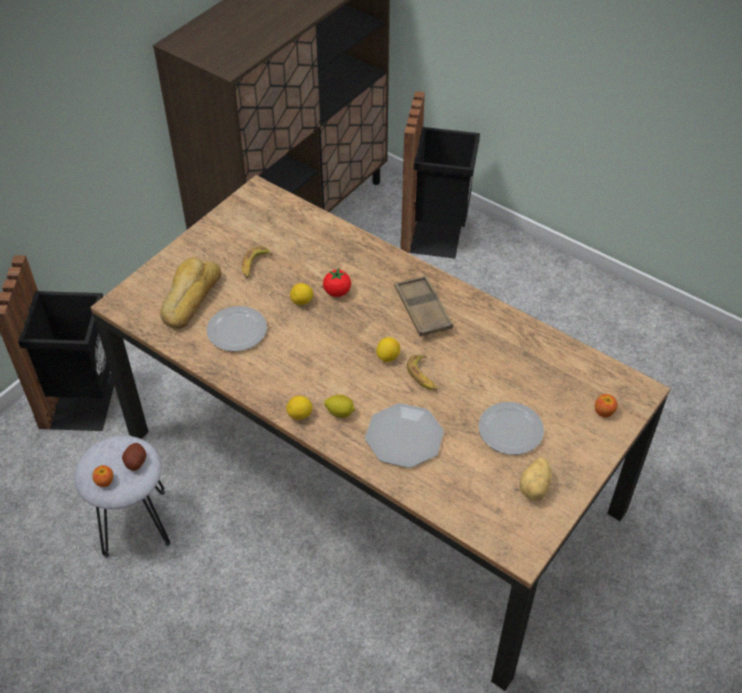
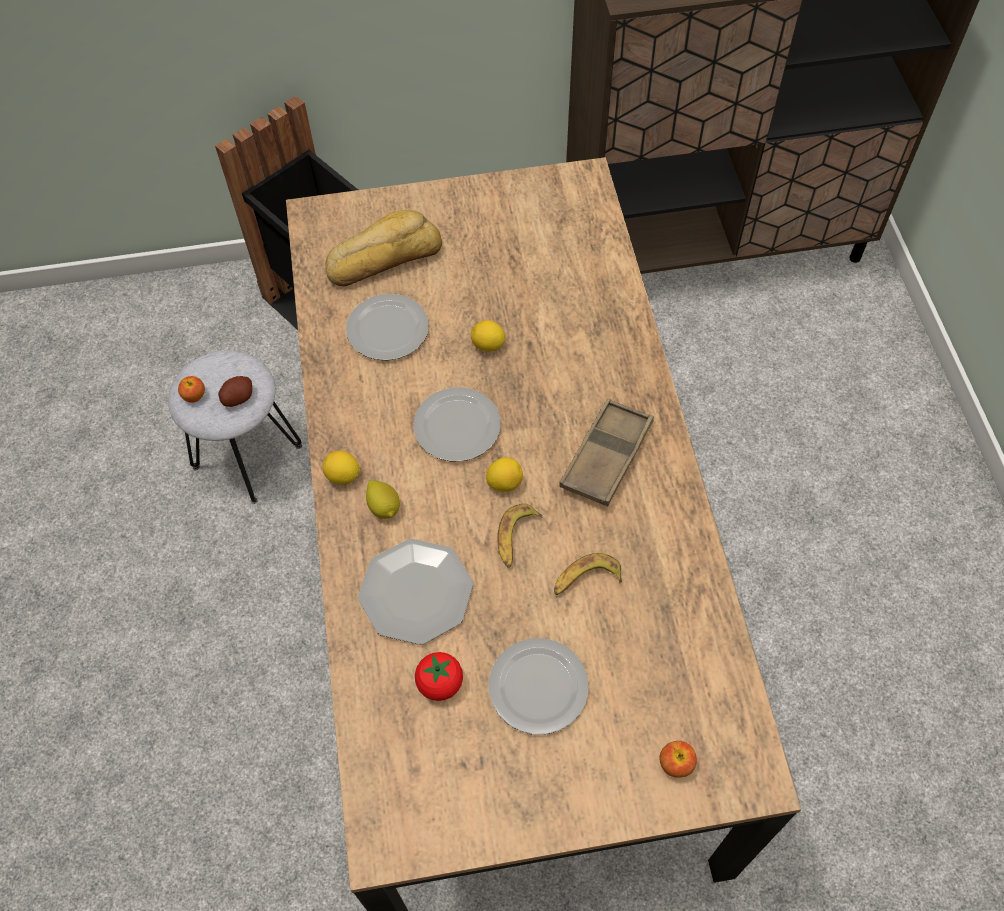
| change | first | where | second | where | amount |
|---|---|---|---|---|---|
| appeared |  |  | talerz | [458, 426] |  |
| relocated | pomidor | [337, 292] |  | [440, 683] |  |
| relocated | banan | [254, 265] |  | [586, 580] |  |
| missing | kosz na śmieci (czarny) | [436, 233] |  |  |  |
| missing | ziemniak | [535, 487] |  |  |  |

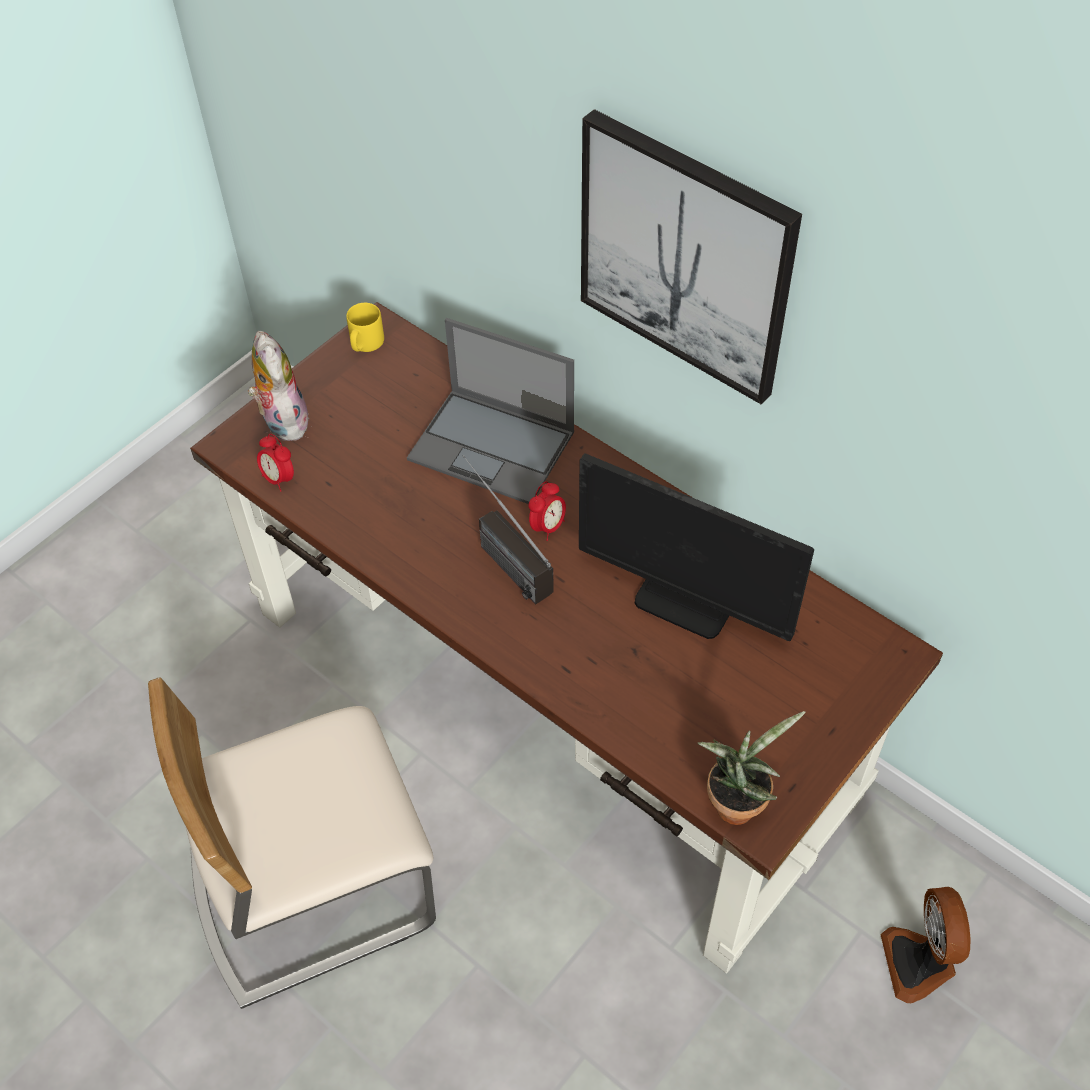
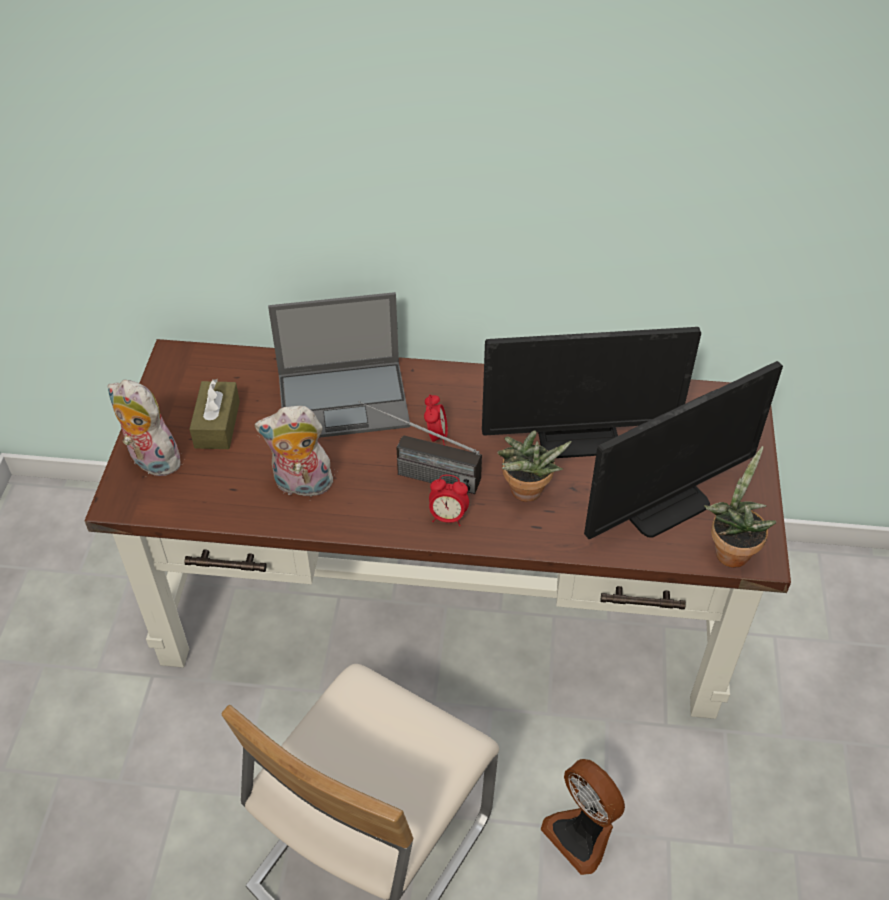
| change | first | where | second | where | amount |
|---|---|---|---|---|---|
| appeared |  |  | pudełko chusteczek (brązowy) | [217, 424] |  |
| appeared |  |  | pluszak | [301, 486] |  |
| relocated | budzik | [279, 479] |  | [448, 517] |  |
| appeared |  |  | roślina doniczkowa | [526, 494] |  |
| relocated | wentylator | [919, 963] |  | [582, 834] |  |
| appeared |  |  | monitor | [664, 504] |  |
| missing | kubek (żółty) | [365, 344] |  |  |  |
| missing | obraz | [685, 257] |  |  |  |

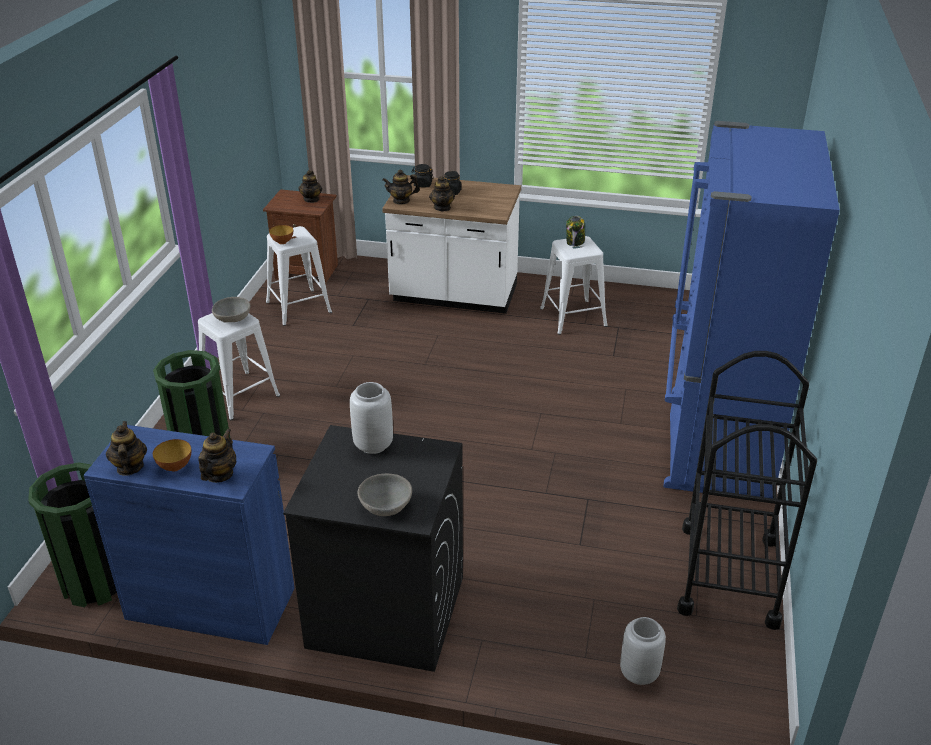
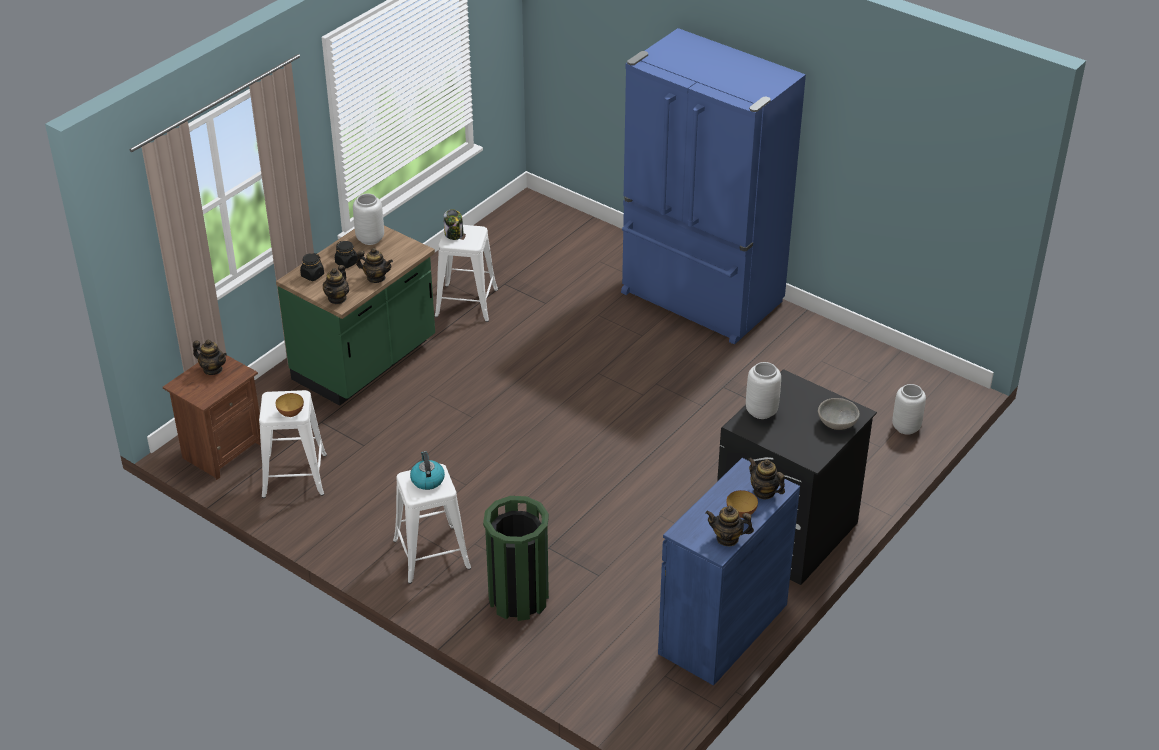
| change | first | where | second | where | amount |
|---|---|---|---|---|---|
| colour | zabudowa kuchenna (biały) | [454, 296] | zabudowa kuchenna (zielony) | [366, 362] |  |
| appeared |  |  | wazon (szary) | [370, 238] |  |
| exchanged | miska (szary) | [232, 319] | czajnik | [427, 480] |  |
| missing | kosz na śmieci (zielony) | [96, 581] |  |  |  |
| missing | wózek (czarny) | [729, 575] |  |  |  |

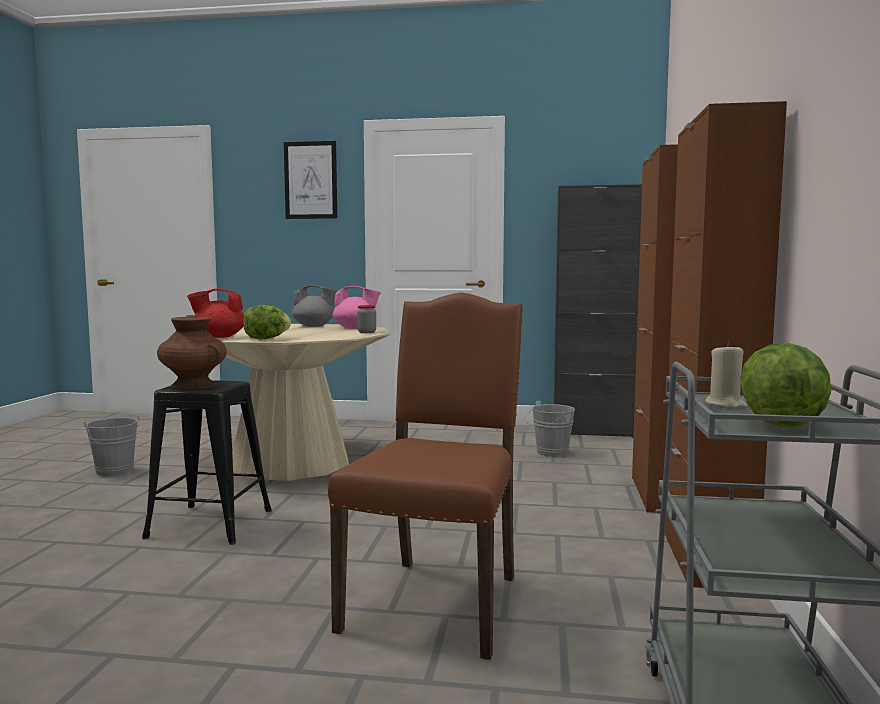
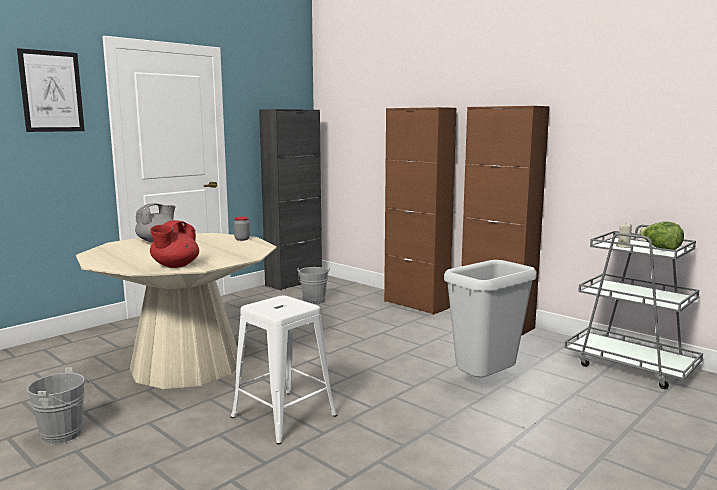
| change | first | where | second | where | amount |
|---|---|---|---|---|---|
| colour | stołek (czarny) | [210, 523] | stołek (biały) | [283, 416] |  |
| exchanged | krzesło (brązowy) | [437, 601] | kosz na śmieci (szary) | [485, 382] |  |
| missing | wazon (brązowy) | [193, 385] |  |  |  |
| missing | sałata | [266, 339] |  |  |  |
| missing | imbryk (różowy) | [355, 328] |  |  |  |

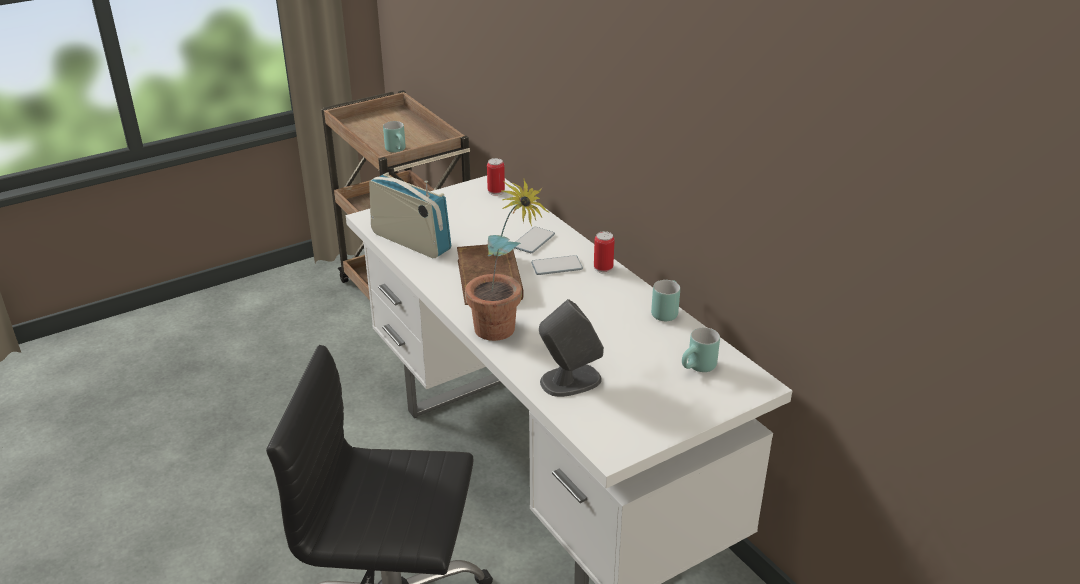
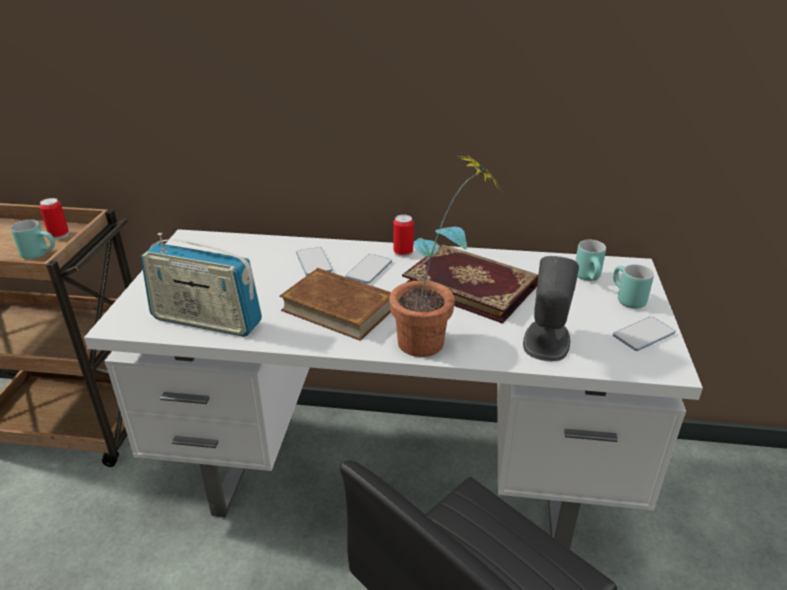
| change | first | where | second | where | amount |
|---|---|---|---|---|---|
| relocated | puszka | [496, 191] |  | [59, 235] |  |
| spun | radio | [411, 242] |  | [206, 321] | 150 degrees counterclockwise |
| appeared |  |  | książka | [471, 285] |  |
| relocated | kubek (turkusowy) | [664, 311] |  | [625, 299] |  |
| appeared |  |  | telefon | [643, 335] |  |

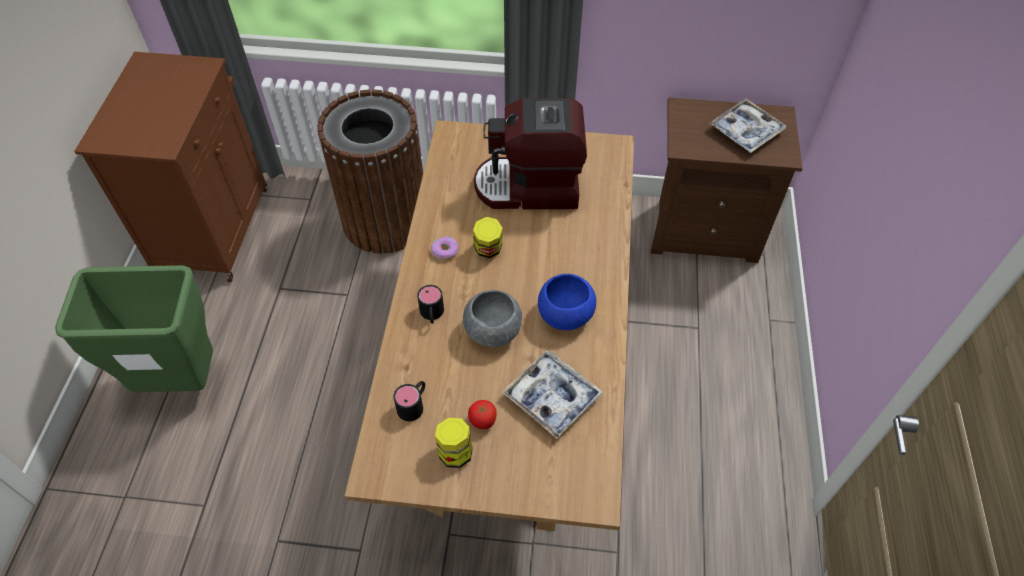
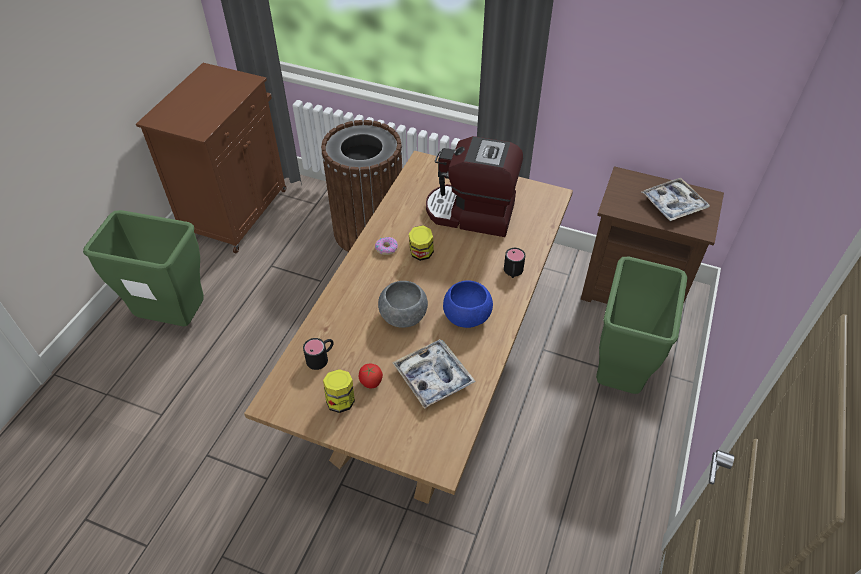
| change | first | where | second | where | amount |
|---|---|---|---|---|---|
| relocated | kubek (czarny) | [432, 314] |  | [513, 272] |  |
| appeared |  |  | kosz na śmieci (zielony) | [618, 377] |  |

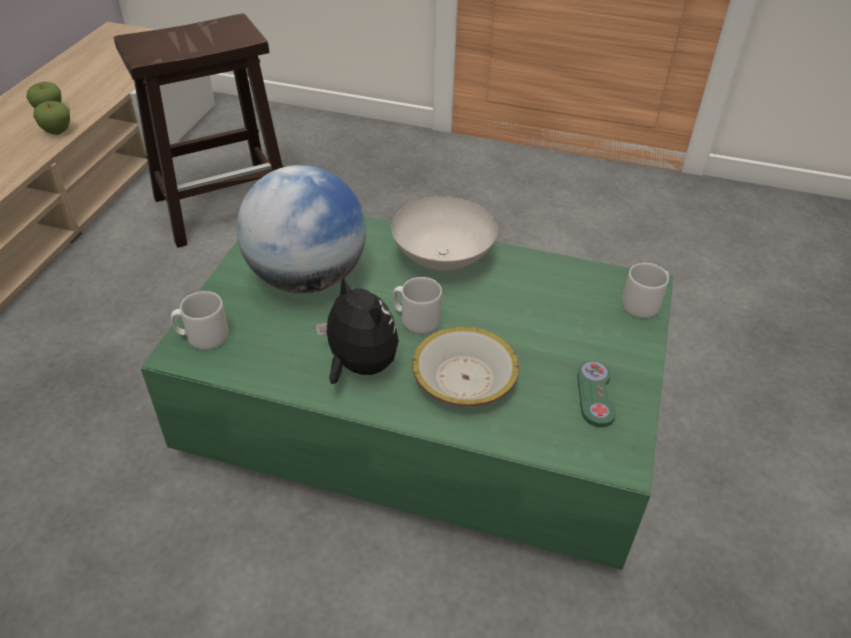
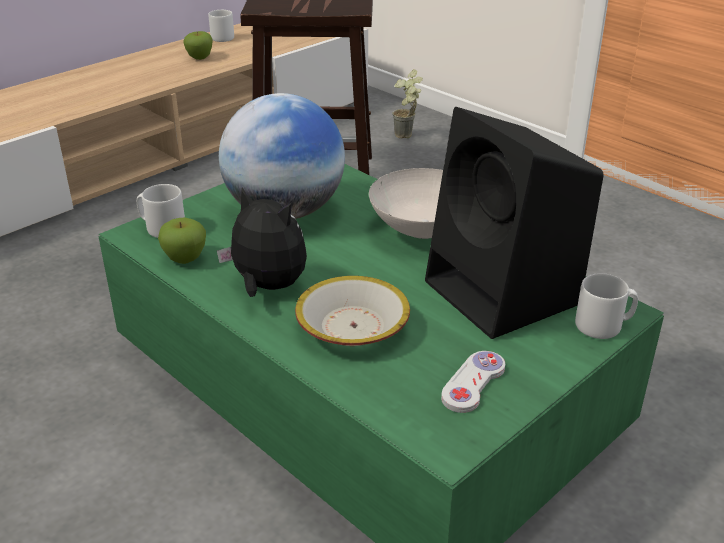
| change | first | where | second | where | amount |
|---|---|---|---|---|---|
| relocated | jabłko | [57, 131] |  | [185, 259] |  |
| relocated | kubek (szary) | [416, 319] |  | [221, 37] |  |
| spun | pluszak | [359, 366] |  | [267, 287] | 45 degrees counterclockwise |
| appeared |  |  | roślina doniczkowa | [407, 137] |  |
| appeared |  |  | głośnik (czarny) | [505, 294] |  |
| colour | pad do gier (zielony) | [595, 395] | pad do gier (biały) | [473, 383] |  |

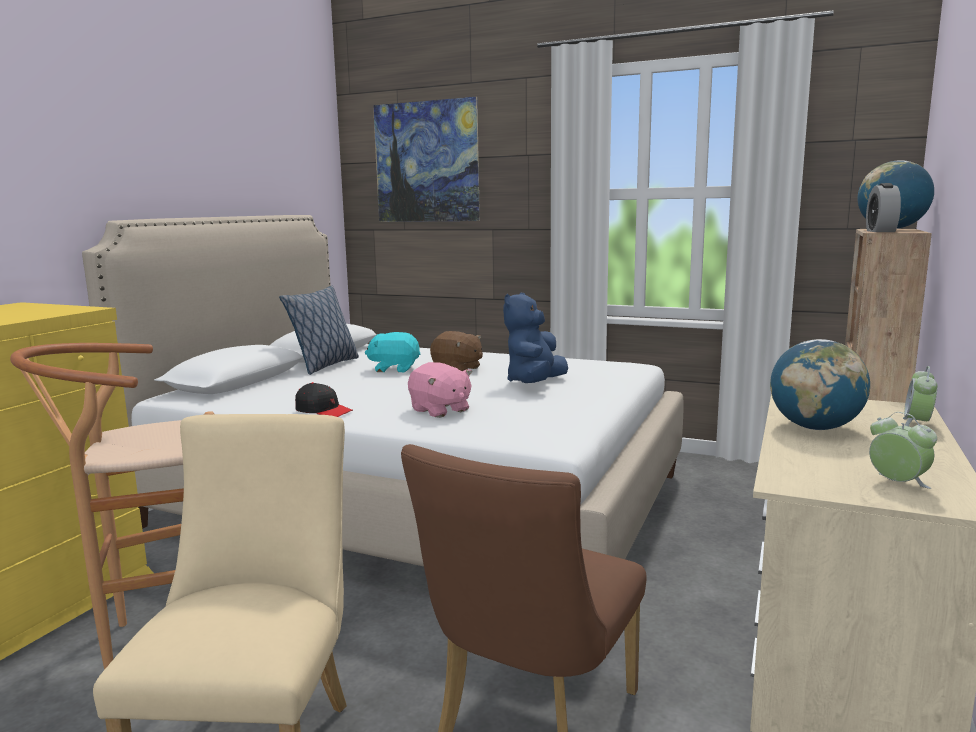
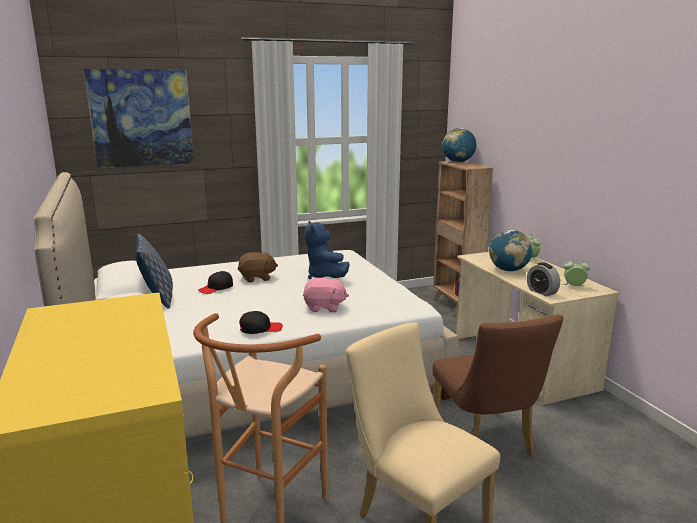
| change | first | where | second | where | amount |
|---|---|---|---|---|---|
| exchanged | pluszak (turkusowy) | [394, 369] | czapka z daszkiem (czarny) | [216, 288] |  |
| relocated | budzik | [880, 231] |  | [541, 292] |  |

